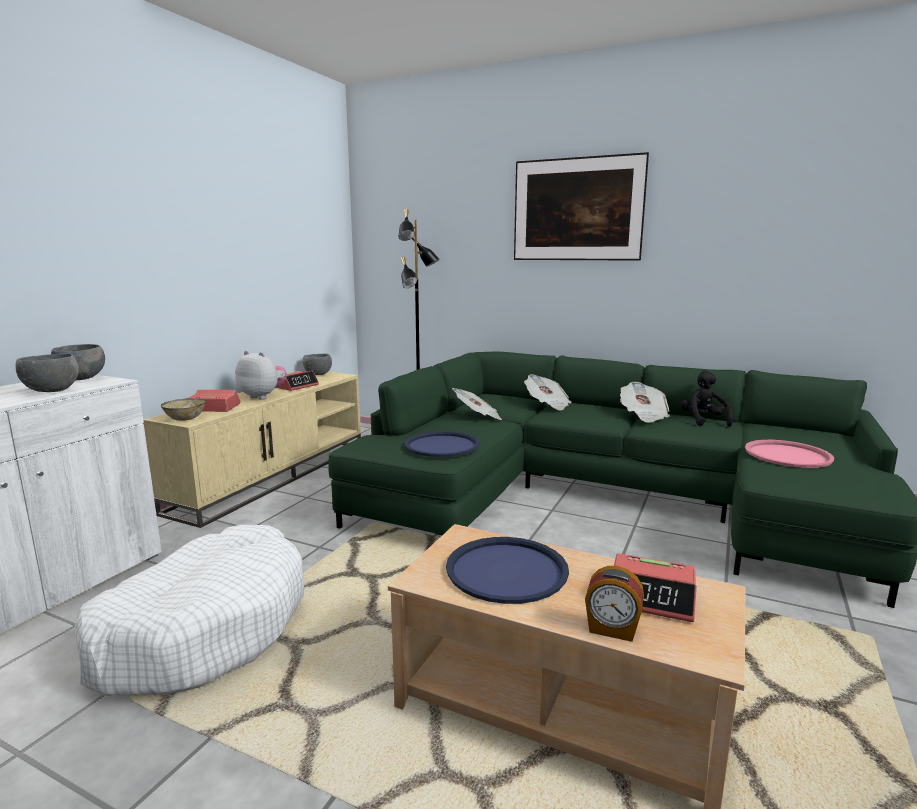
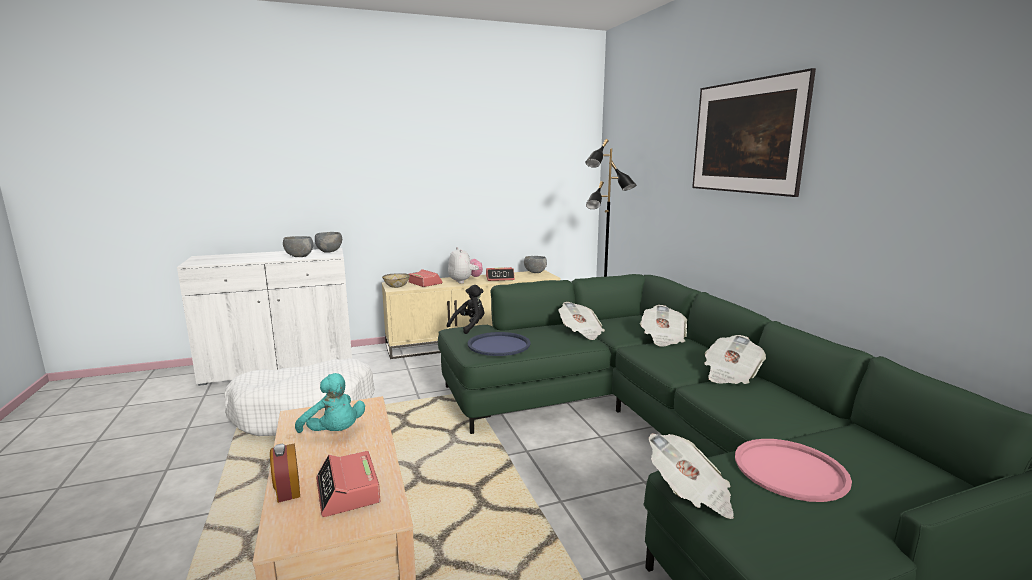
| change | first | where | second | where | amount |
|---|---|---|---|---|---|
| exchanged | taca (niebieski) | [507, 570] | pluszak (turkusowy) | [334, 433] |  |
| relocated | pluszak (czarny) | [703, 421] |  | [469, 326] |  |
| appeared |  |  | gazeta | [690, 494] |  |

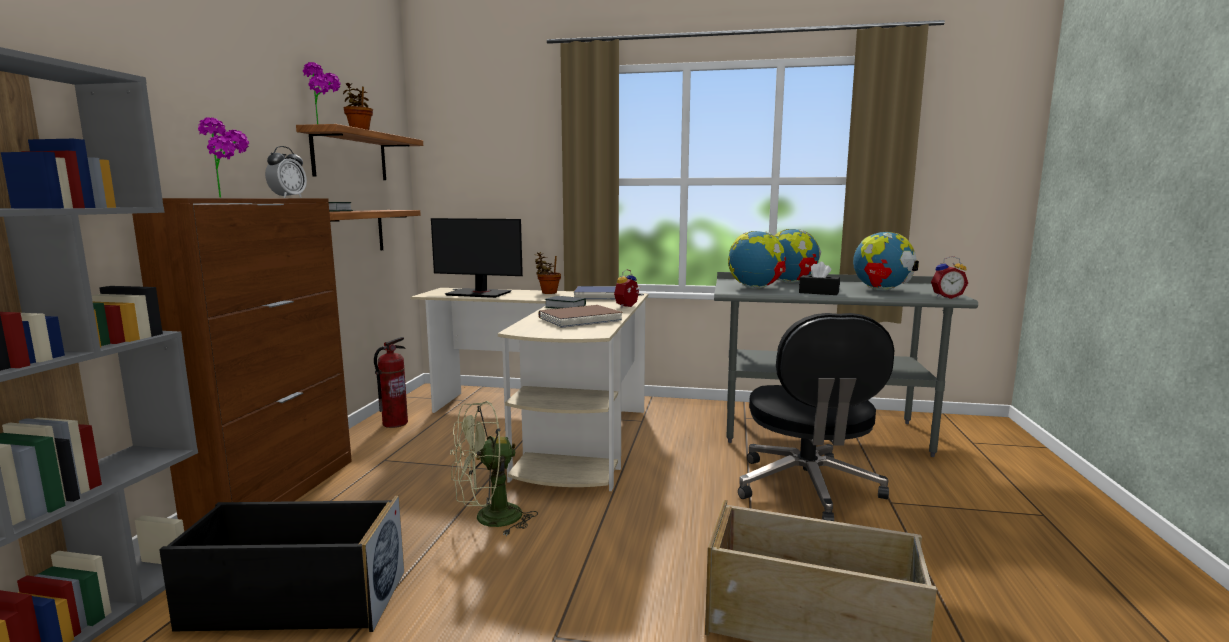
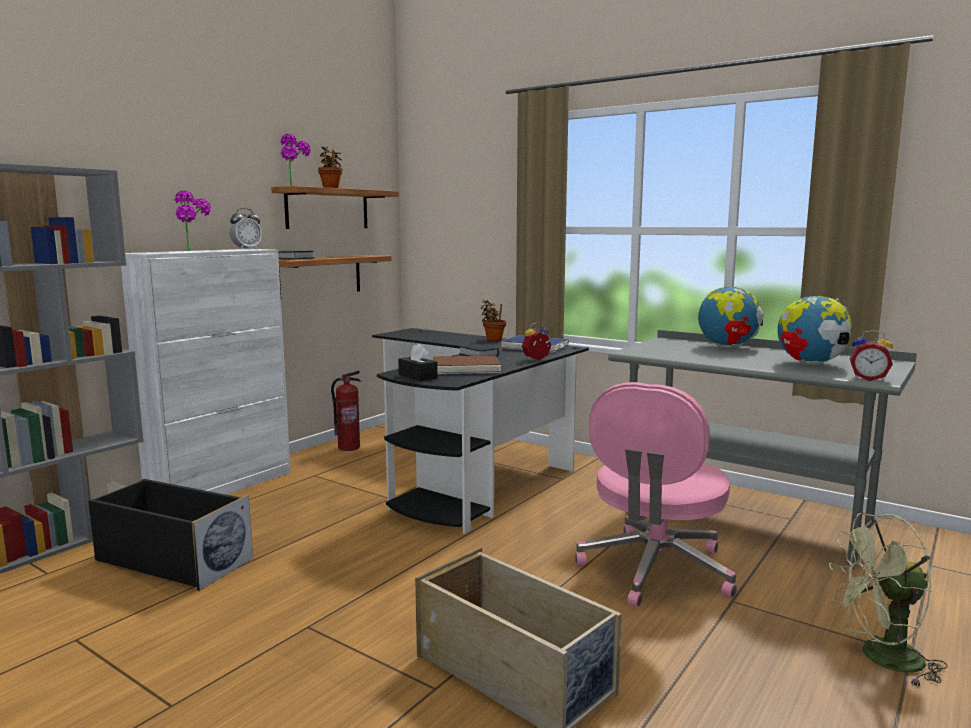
| change | first | where | second | where | amount |
|---|---|---|---|---|---|
| colour | szafka (brązowy) | [278, 494] | szafka (biały) | [222, 487] |  |
| colour | biurko (beżowy) | [552, 427] | biurko (czarny) | [473, 470] |  |
| relocated | pudełko chusteczek (czarny) | [818, 292] |  | [417, 376] |  |
| colour | krzesło biurowe (czarny) | [807, 489] | krzesło biurowe (różowy) | [655, 570] |  |
| relocated | wentylator (zielony) | [489, 520] |  | [881, 659] |  |
| missing | monitor | [479, 293] |  |  |  |
| missing | globus | [755, 288] |  |  |  |

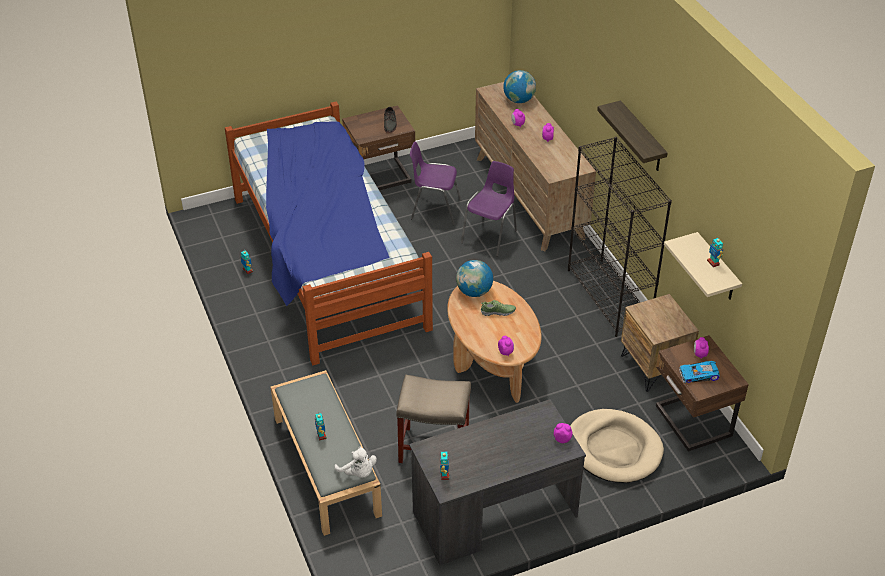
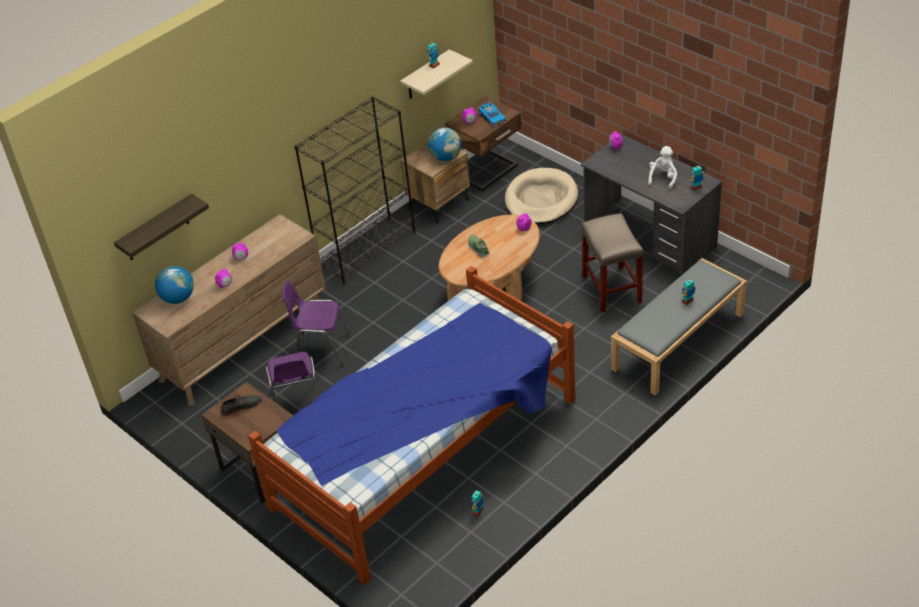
| change | first | where | second | where | amount |
|---|---|---|---|---|---|
| relocated | półka | [642, 138] |  | [156, 229] |  |
| relocated | globus | [474, 292] |  | [446, 157] |  |
| relocated | pluszak (biały) | [358, 472] |  | [663, 178] |  |

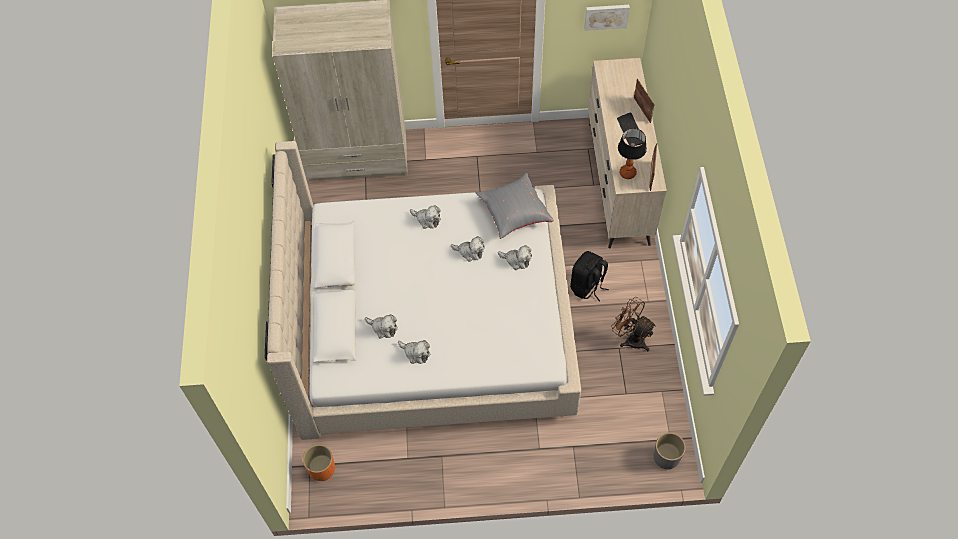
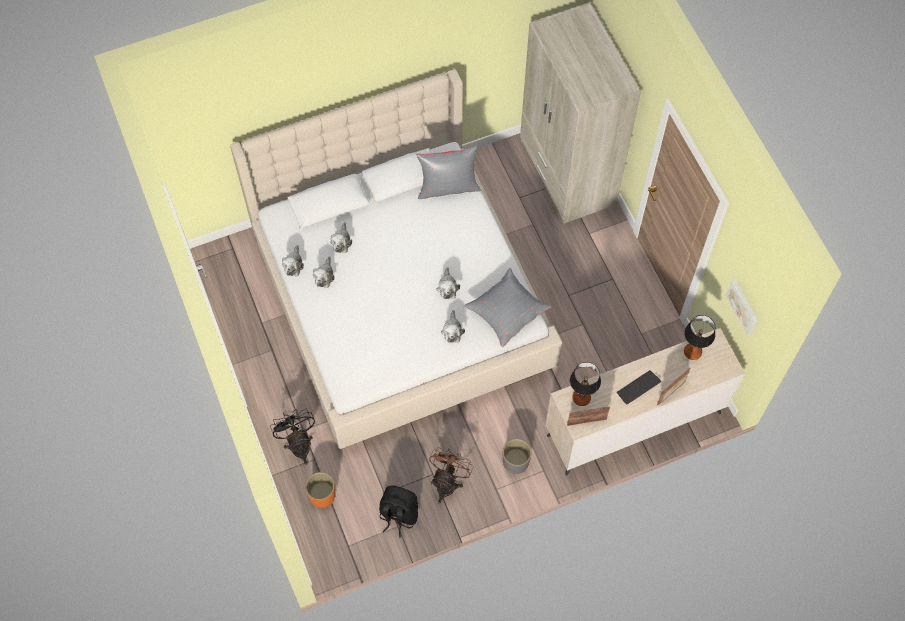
| change | first | where | second | where | amount |
|---|---|---|---|---|---|
| appeared |  |  | wentylator (czarny) | [299, 444] |  |
| relocated | pluszak | [427, 219] |  | [293, 264] |  |
| relocated | donica (pomarańczowy) | [321, 468] |  | [322, 495] |  |
| relocated | plecak (czarny) | [587, 286] |  | [398, 515] |  |
| appeared |  |  | poduszka (szary) | [448, 187] |  |
| relocated | donica (szary) | [666, 457] |  | [515, 462] |  |
| appeared |  |  | lampa stołowa | [693, 352] |  |

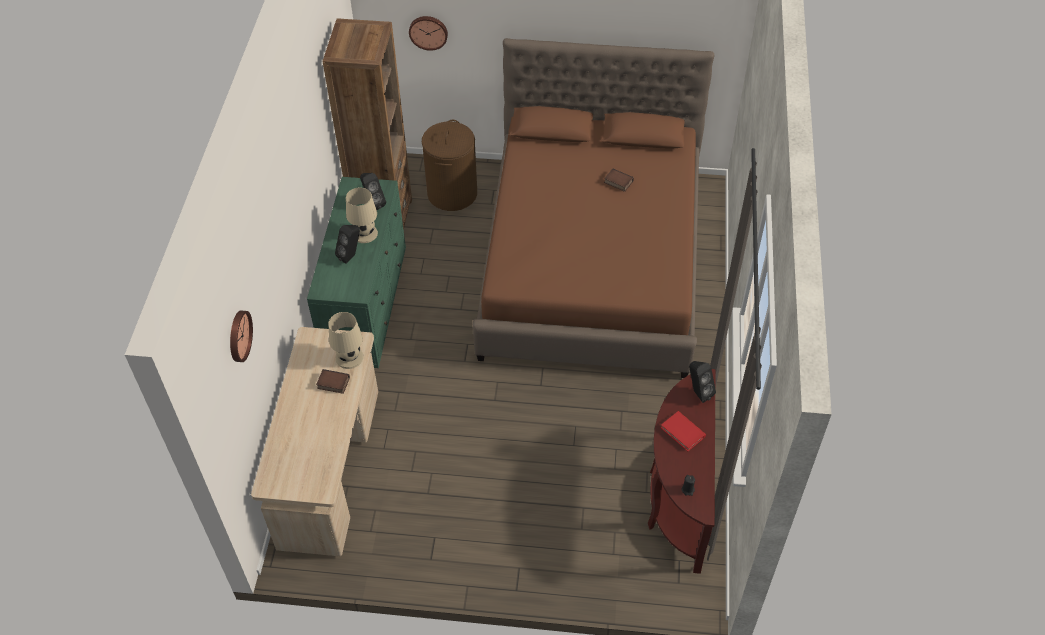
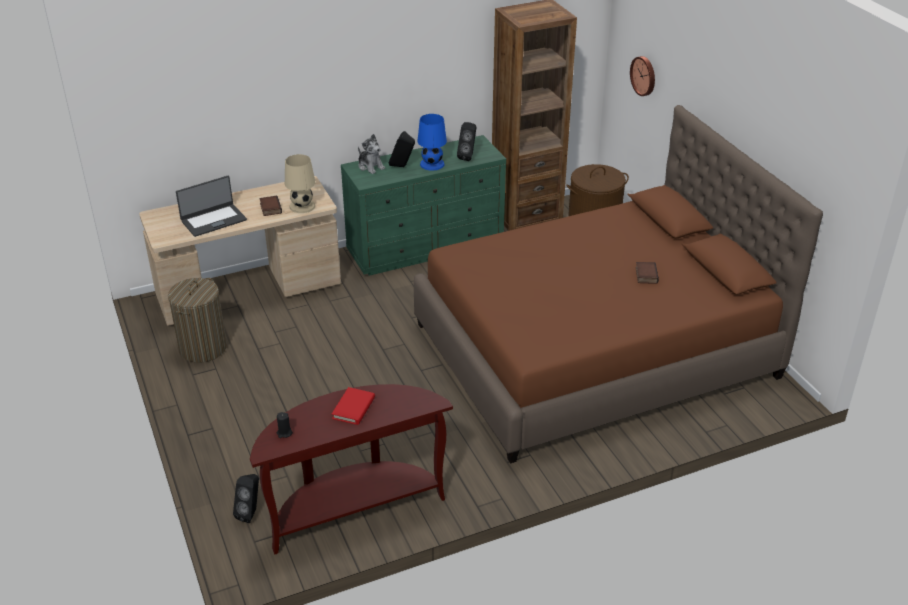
| change | first | where | second | where | amount |
|---|---|---|---|---|---|
| appeared |  |  | kosz na pranie | [203, 348] |  |
| appeared |  |  | laptop | [213, 220] |  |
| relocated | głośnik (czarny) | [698, 392] |  | [251, 513] |  |
| appeared |  |  | pluszak | [370, 166] |  |
| colour | lampa stołowa (beżowy) | [364, 233] | lampa stołowa (niebieski) | [432, 164] |  |
| missing | zegar ścienny | [238, 336] |  |  |  |

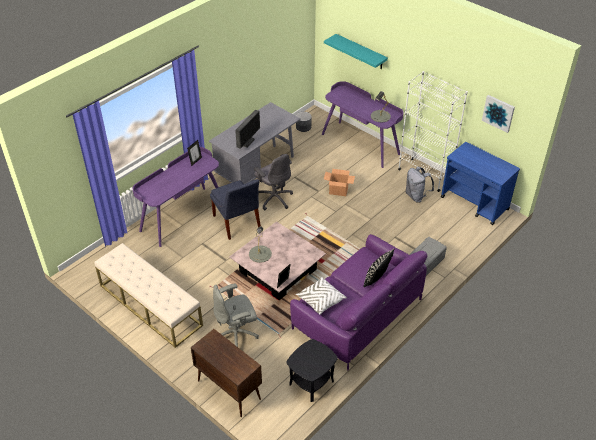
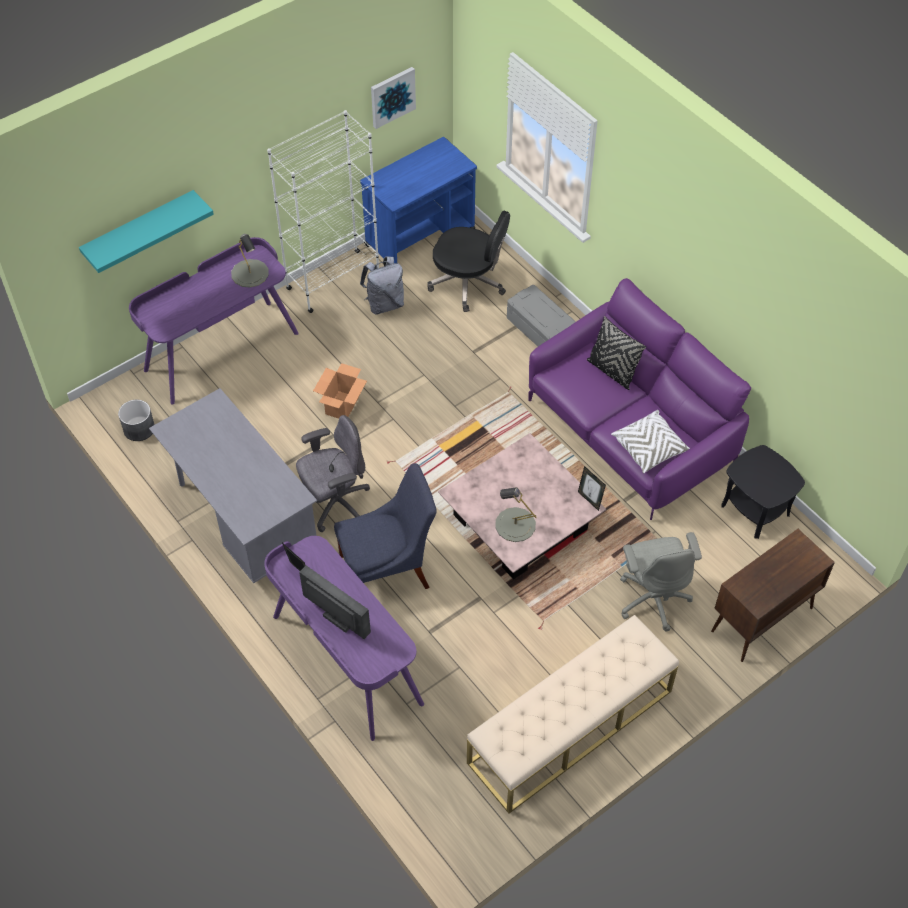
| change | first | where | second | where | amount |
|---|---|---|---|---|---|
| relocated | monitor | [248, 143] |  | [336, 622] |  |
| appeared |  |  | krzesło biurowe (czarny) | [468, 283] |  |

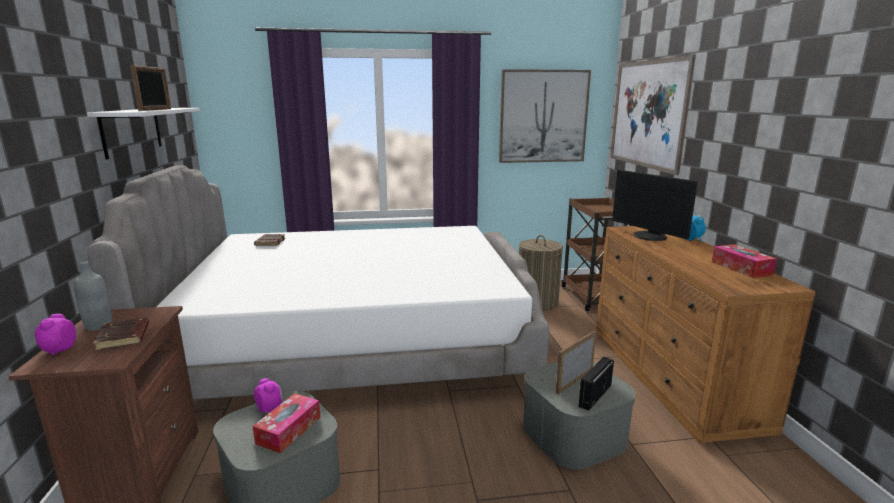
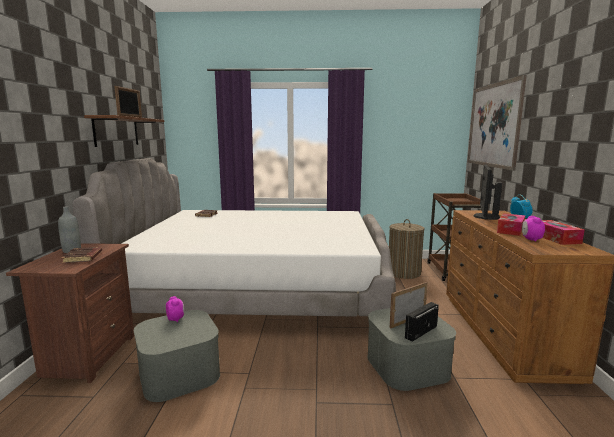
| change | first | where | second | where | amount |
|---|---|---|---|---|---|
| colour | półka (biały) | [132, 131] | półka (brązowy) | [116, 131] |  |
| spun | monitor | [648, 237] |  | [485, 217] | 45 degrees clockwise |
| relocated | pudełko chusteczek | [288, 430] |  | [510, 230] |  |
| relocated | budzik | [59, 350] |  | [531, 239] |  |
| missing | obraz | [543, 116] |  |  |  |

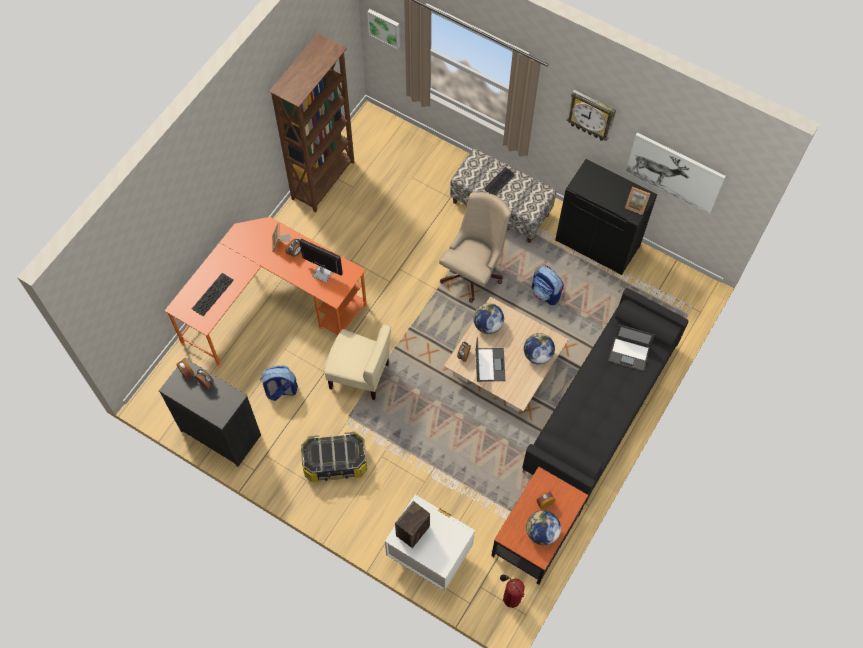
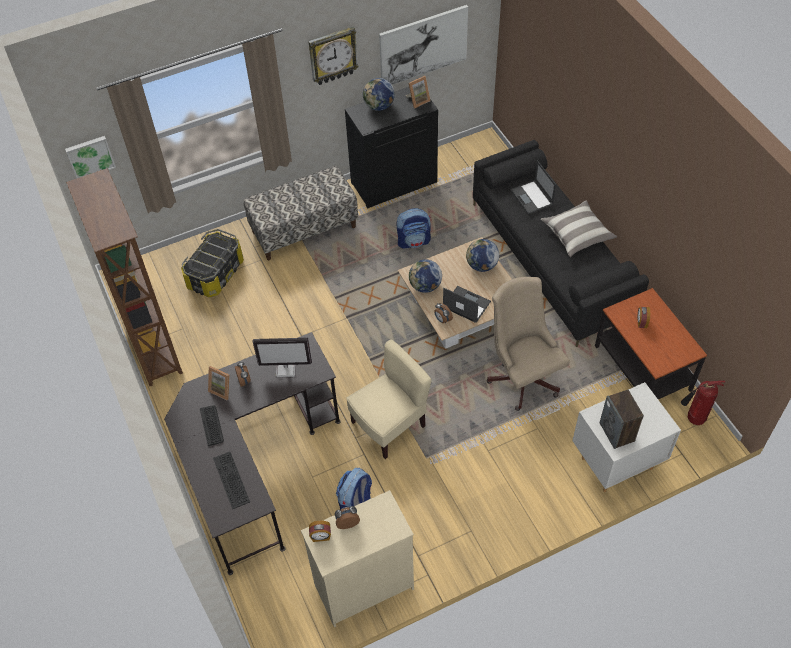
| change | first | where | second | where | amount |
|---|---|---|---|---|---|
| colour | biurko (pomarańczowy) | [271, 305] | biurko (czarny) | [252, 464] |  |
| relocated | pojemnik do przechowywania | [335, 463] |  | [215, 274] |  |
| relocated | klawiatura | [499, 182] |  | [211, 425] |  |
| spun | monitor | [322, 273] |  | [286, 369] | 150 degrees counterclockwise |
| colour | komoda (czarny) | [221, 432] | komoda (beżowy) | [363, 586] |  |
| relocated | globus | [541, 532] |  | [379, 106] |  |
| relocated | krzesło biurowe (beżowy) | [474, 271] |  | [522, 375] |  |
| spun | laptop | [629, 354] |  | [532, 197] | 105 degrees clockwise |
| appeared |  |  | poduszka | [577, 235] |  |

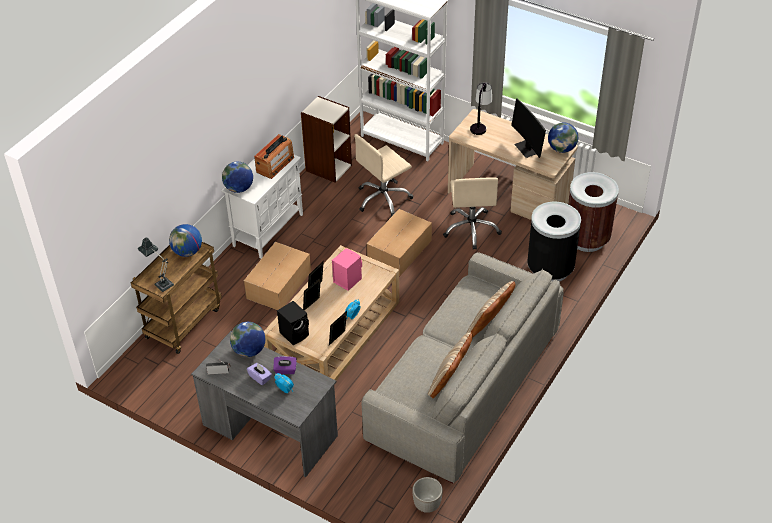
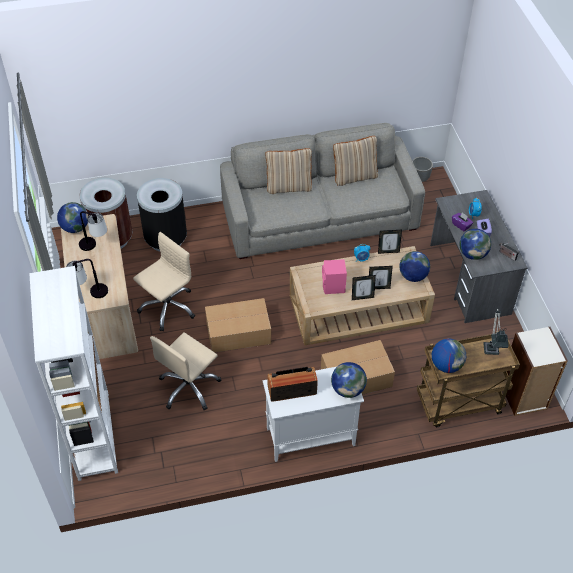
| change | first | where | second | where | amount |
|---|---|---|---|---|---|
| exchanged | monitor | [528, 149] | lampa stołowa | [95, 246] |  |
| spun | krzesło biurowe (beżowy) | [383, 199] |  | [189, 387] | 120 degrees clockwise |
| exchanged | głośnik (czarny) | [295, 333] | globus | [413, 276] |  |
| relocated | regał | [328, 167] |  | [523, 396] |  |

